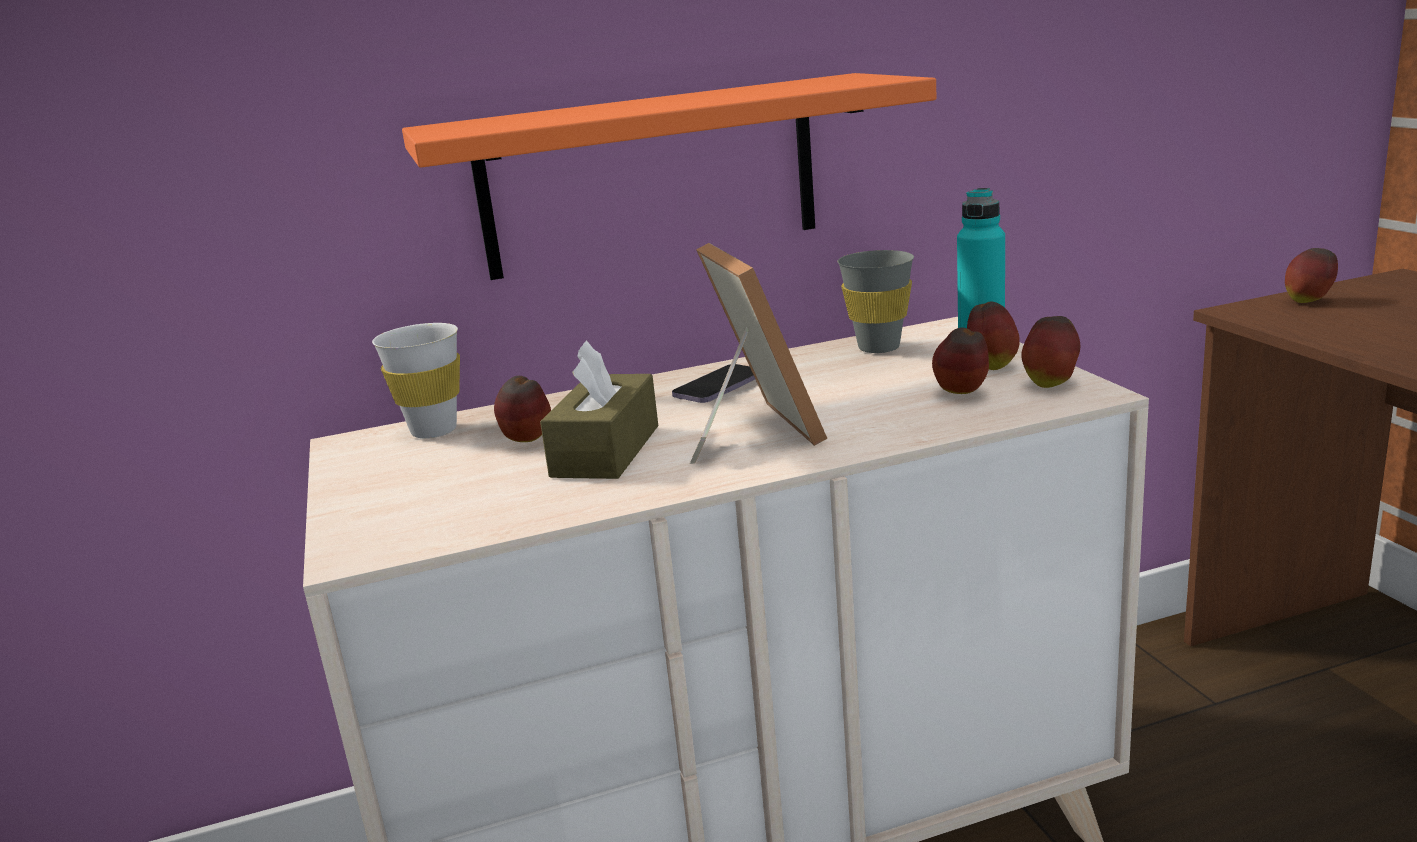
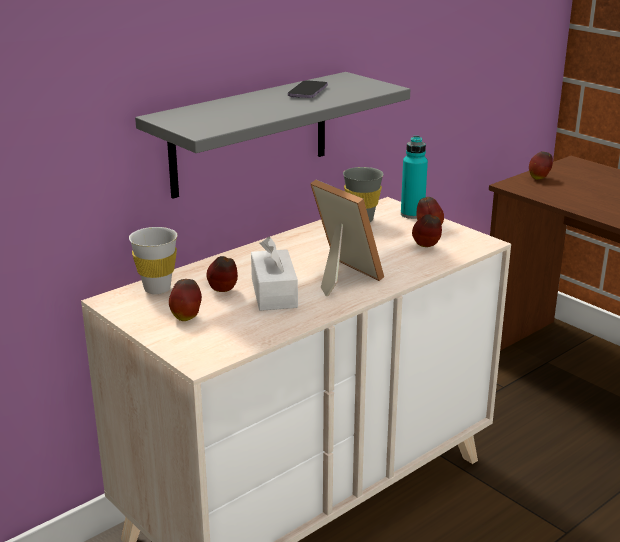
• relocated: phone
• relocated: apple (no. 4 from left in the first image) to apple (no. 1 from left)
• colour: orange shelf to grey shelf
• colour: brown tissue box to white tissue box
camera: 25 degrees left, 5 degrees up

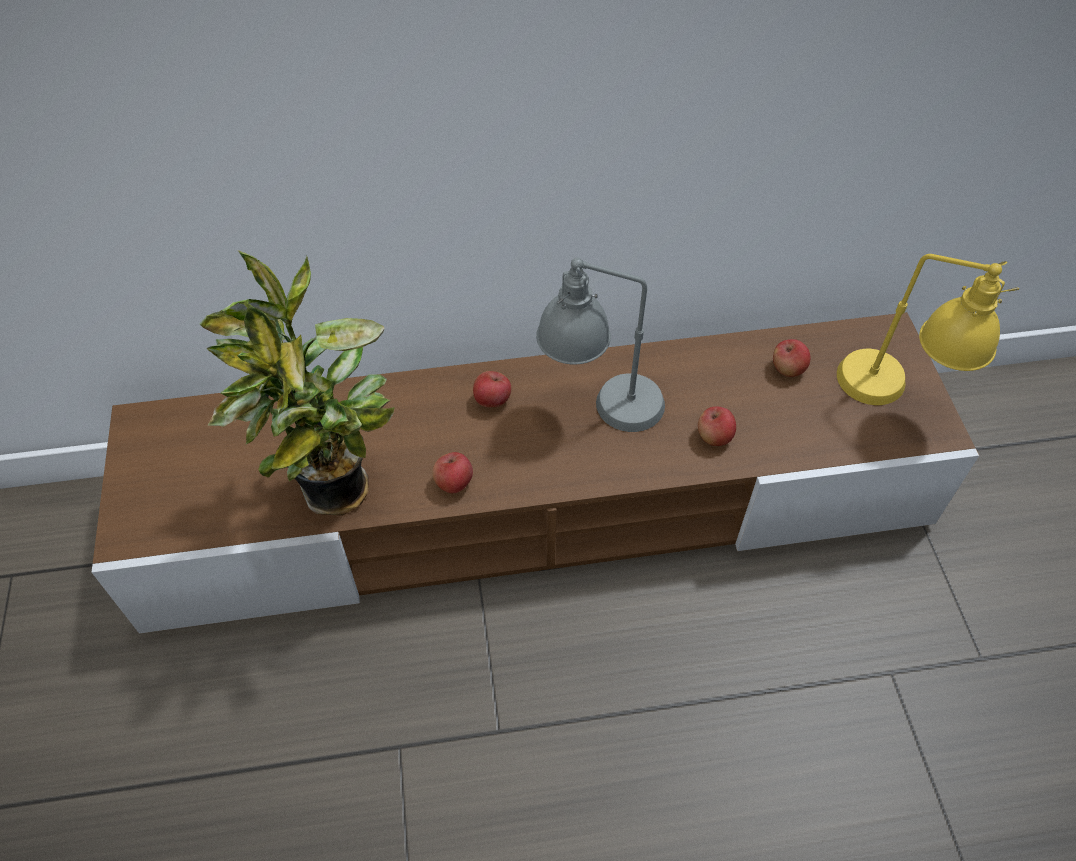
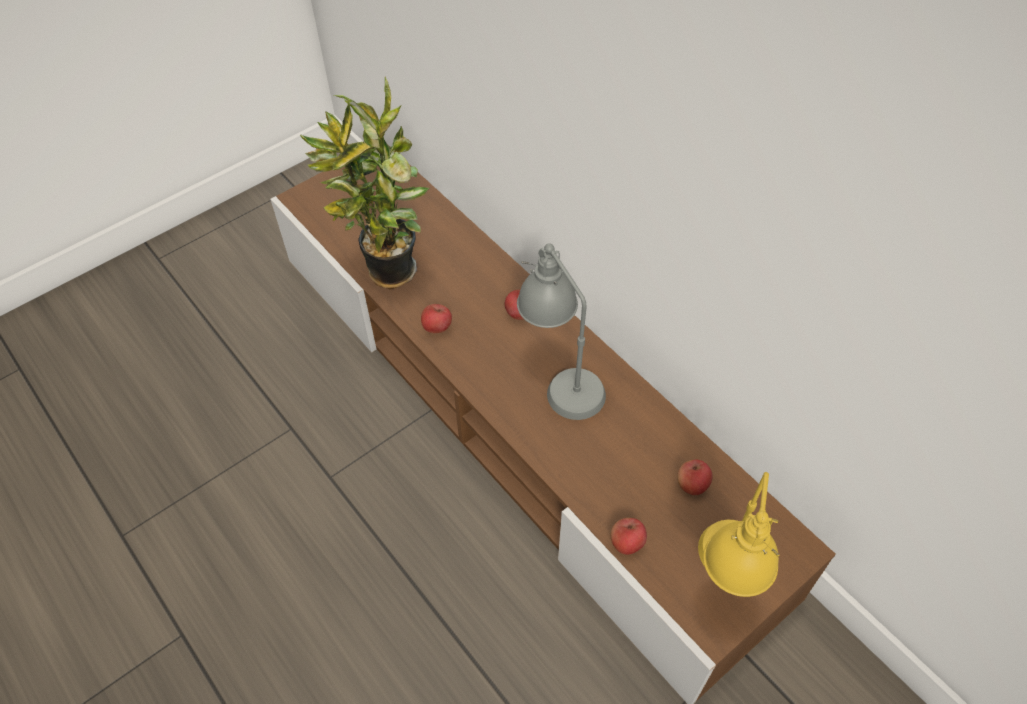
• relocated: apple (no. 3 from left)
camera: 60 degrees right, 0 degrees up

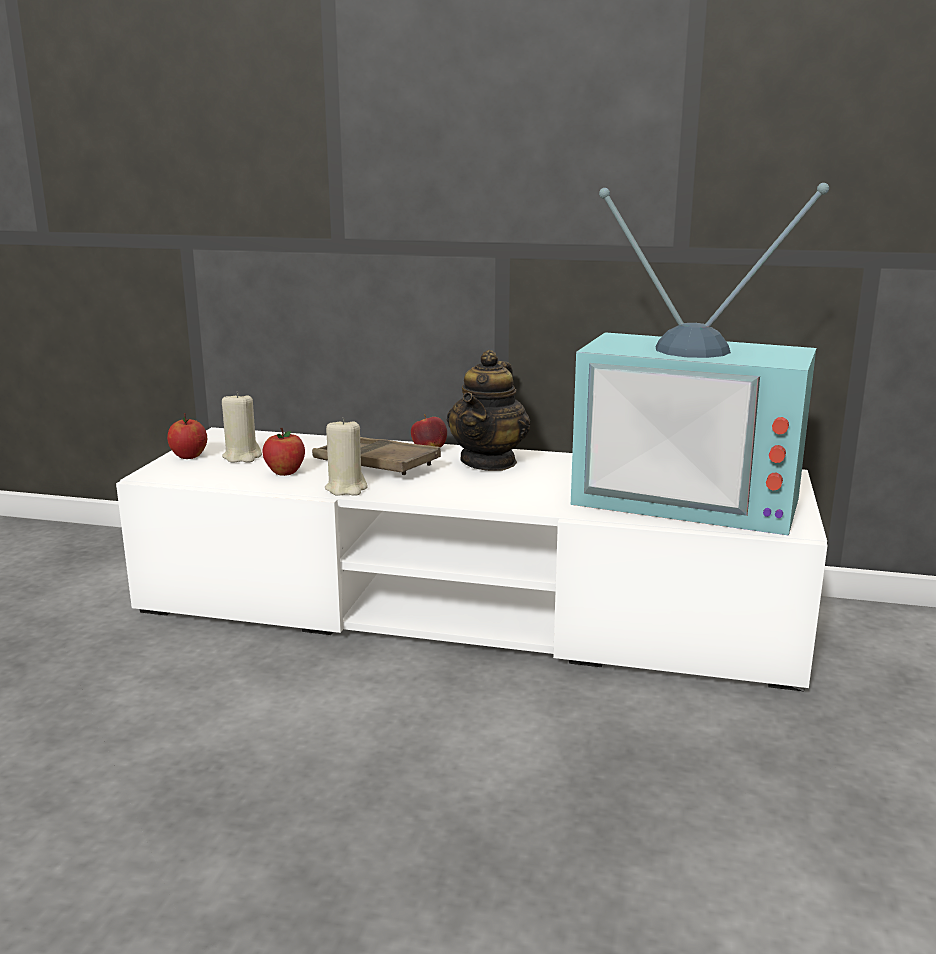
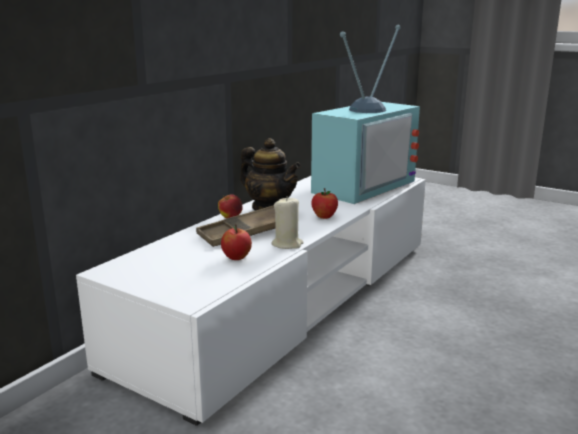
• missing: beige candle (no. 1 from left)
• relocated: apple (no. 1 from left in the first image) to apple (no. 3 from left)
camera: 70 degrees left, 0 degrees up

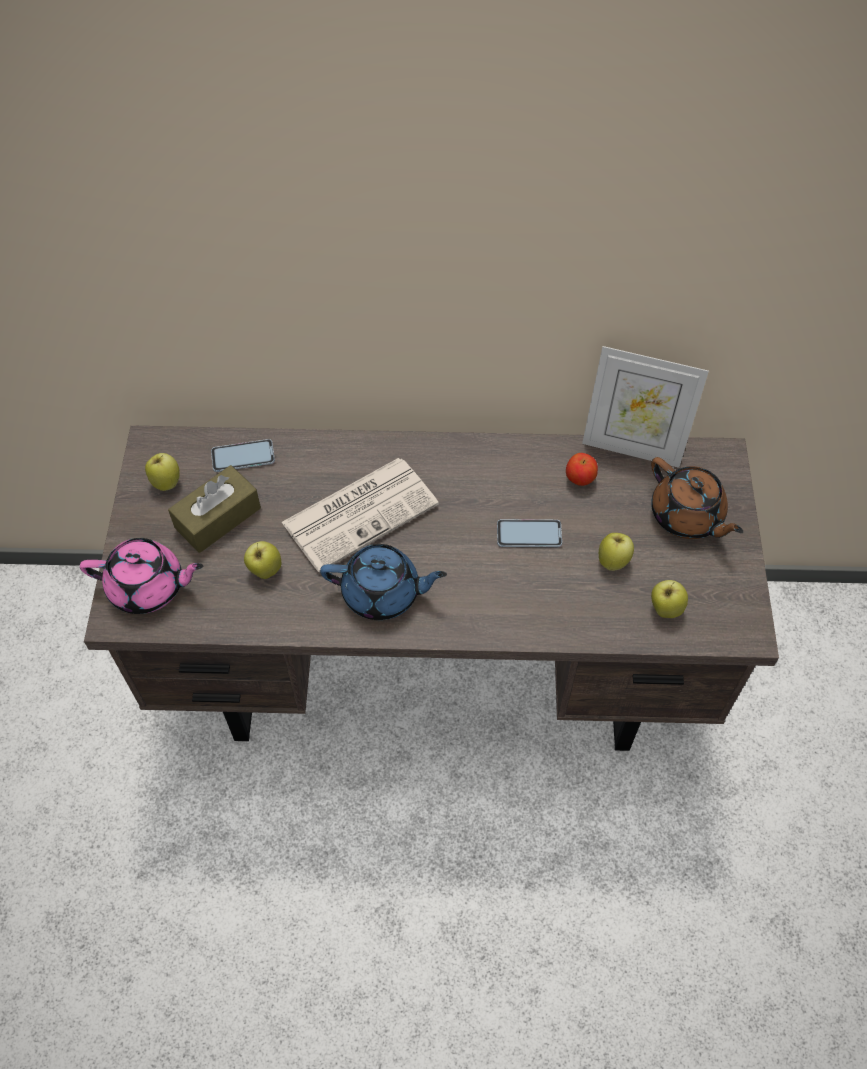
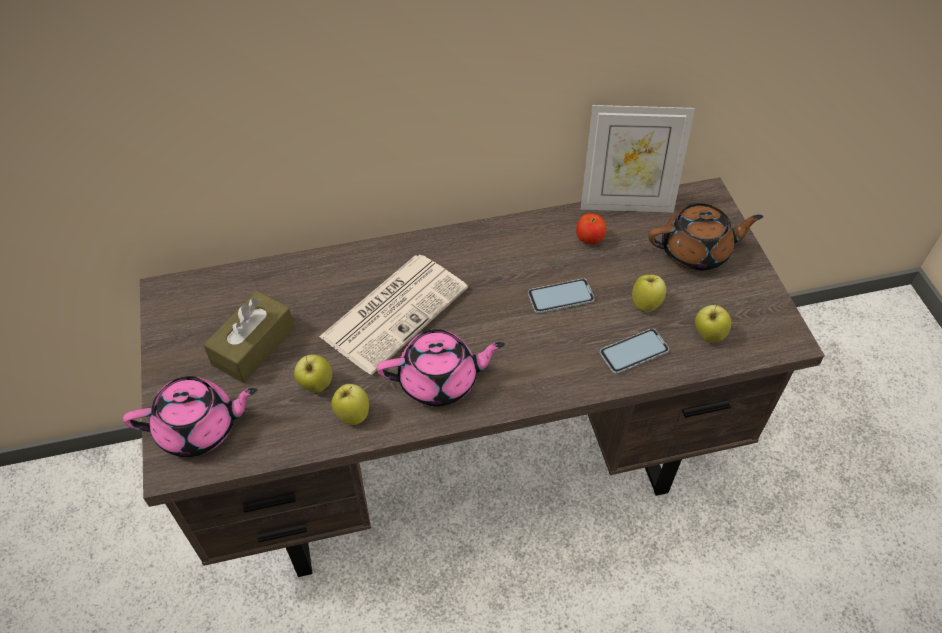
• relocated: apple (no. 1 from left in the first image) to apple (no. 2 from left)
• relocated: phone (no. 1 from left in the first image) to phone (no. 2 from left)
• colour: blue teapot to pink teapot (no. 2 from left)
• spun: brown teapot 45 degrees counterclockwise
camera: 15 degrees left, 5 degrees down

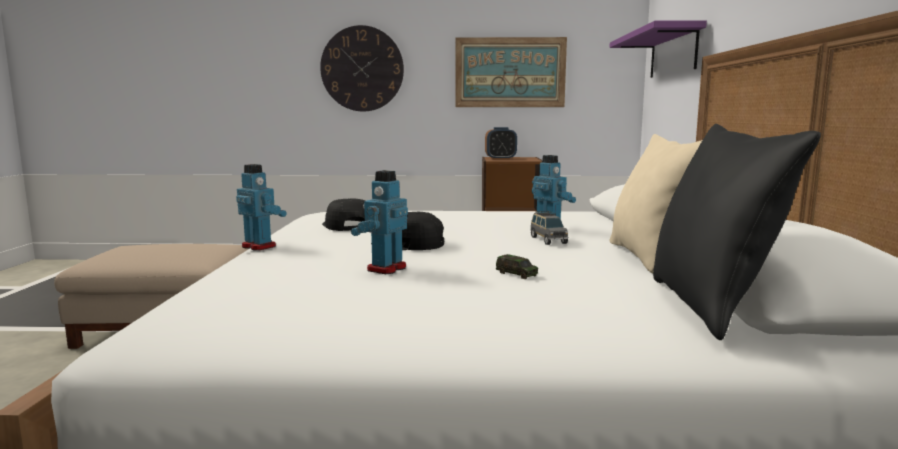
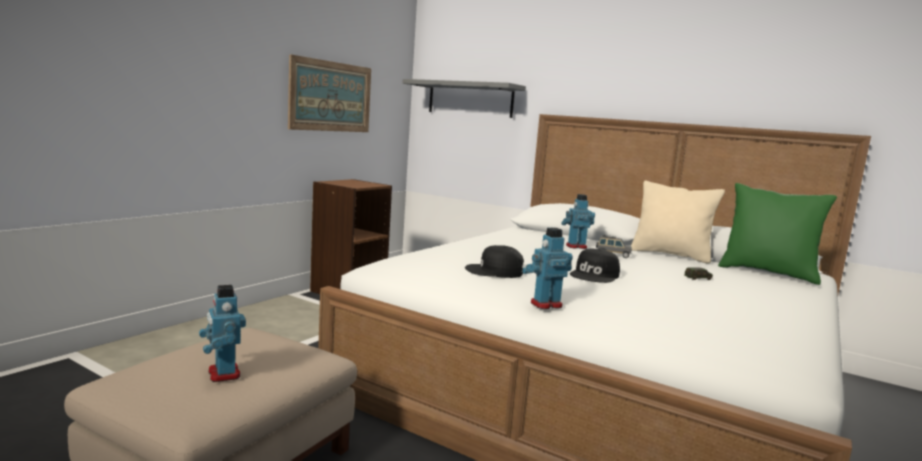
• missing: wall clock
• missing: alarm clock
• relocated: toy robot (no. 2 from left in the first image) to toy robot (no. 1 from left)
• colour: purple shelf to grey shelf
• colour: black pillow to green pillow
camera: 60 degrees left, 0 degrees up

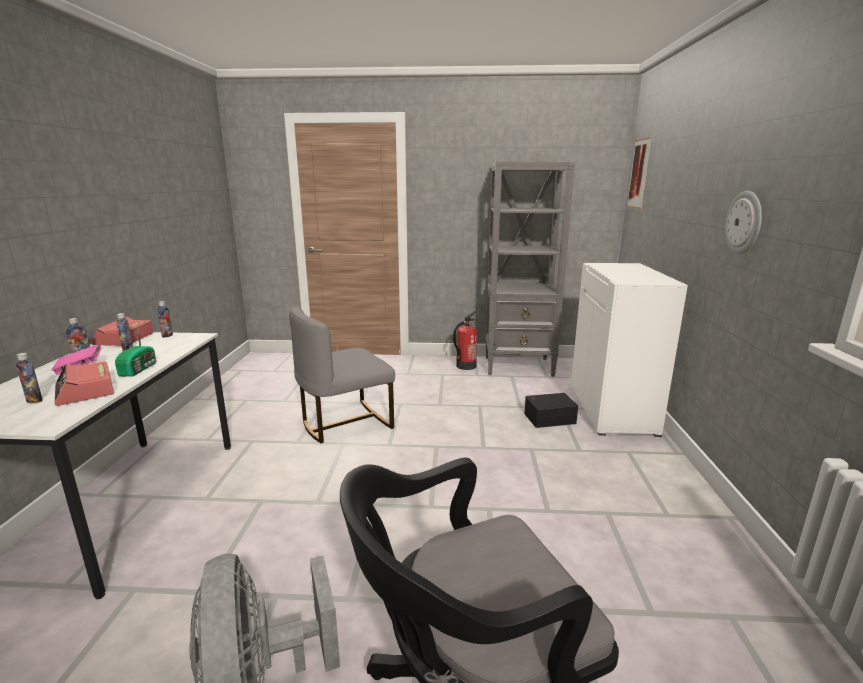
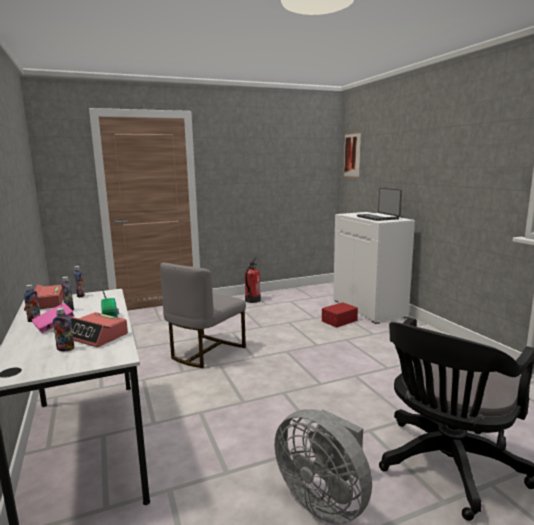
• missing: grey bookcase
• missing: wall clock
• appeared: laptop
• colour: black storage box to red storage box
camera: 25 degrees left, 5 degrees down

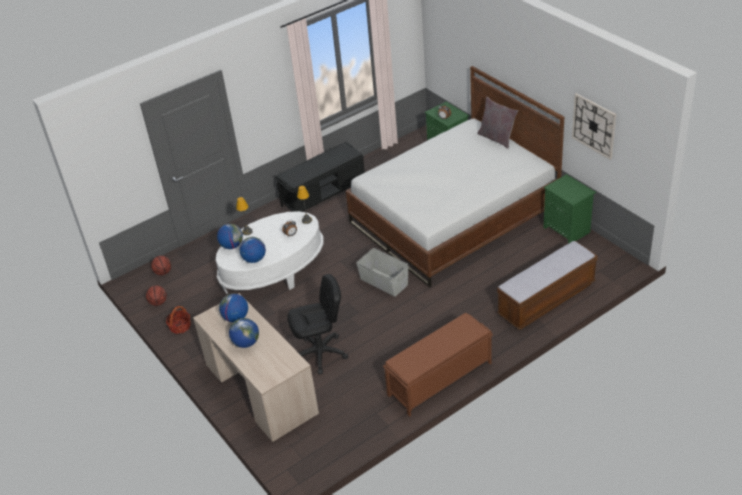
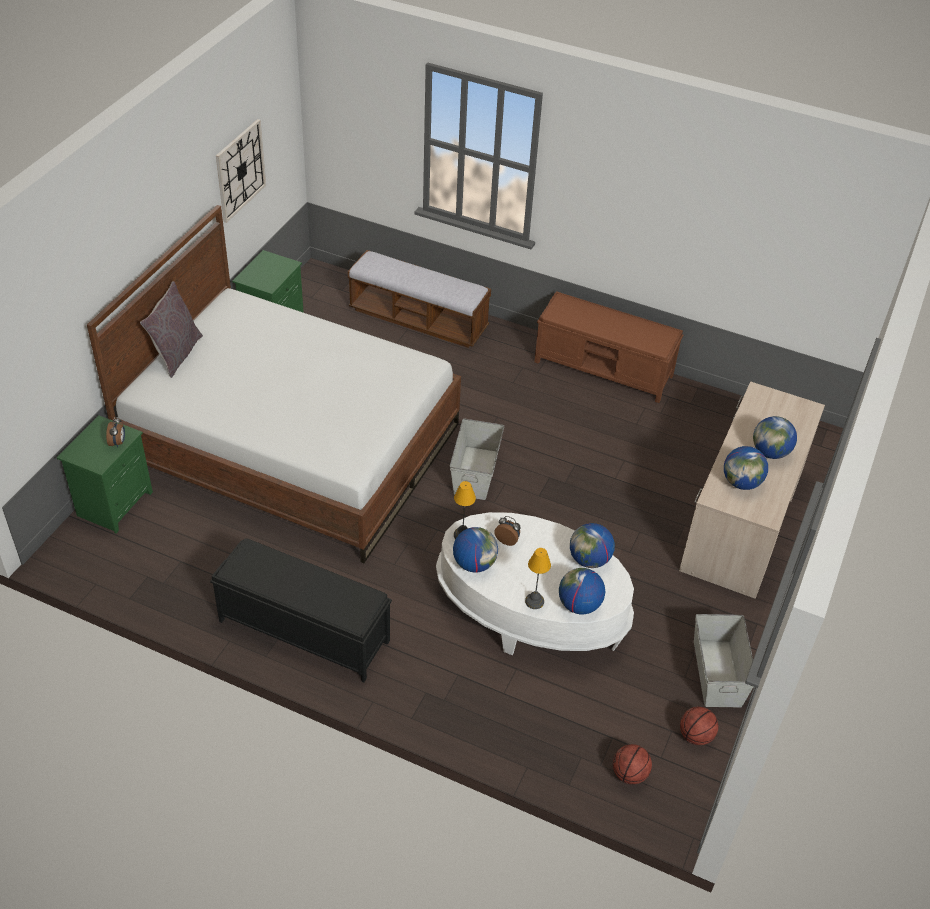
• missing: black office chair
• appeared: globe (no. 1 from left)
• exchanged: basket to grey storage box (no. 2 from left)
camera: 125 degrees left, 5 degrees up

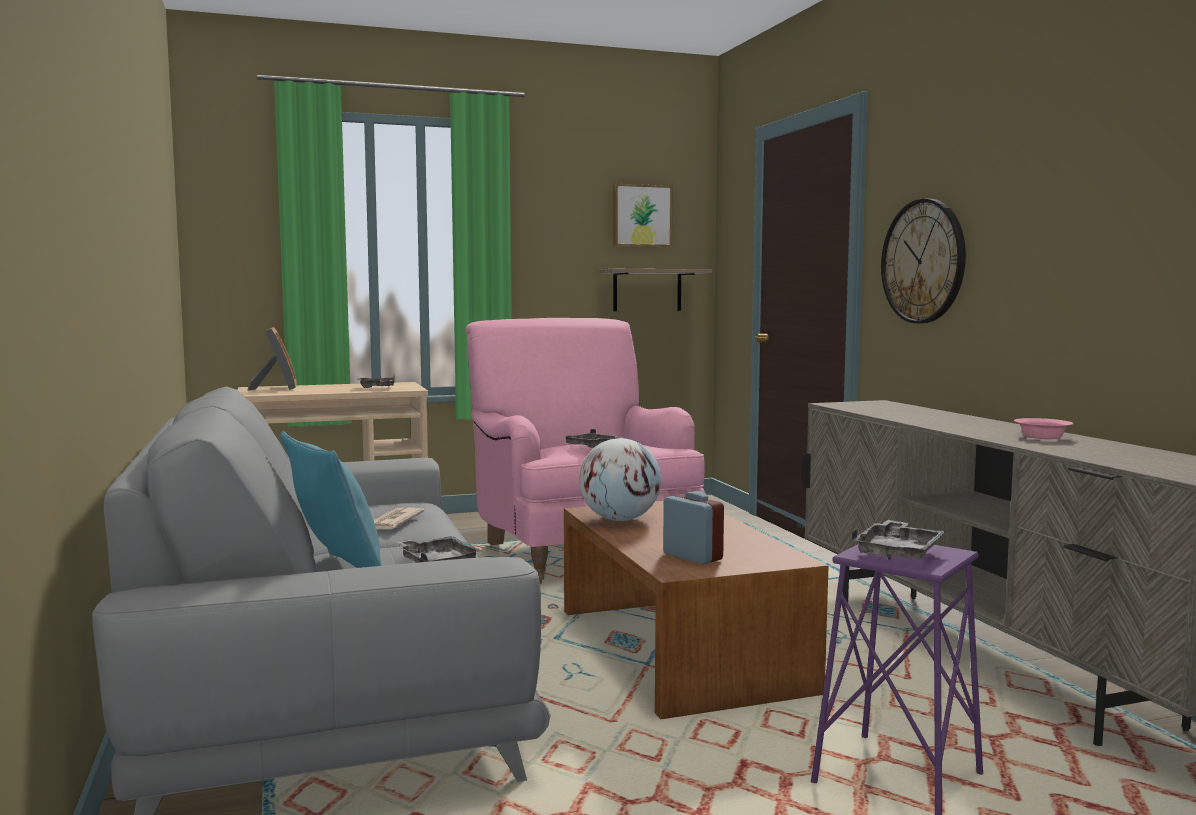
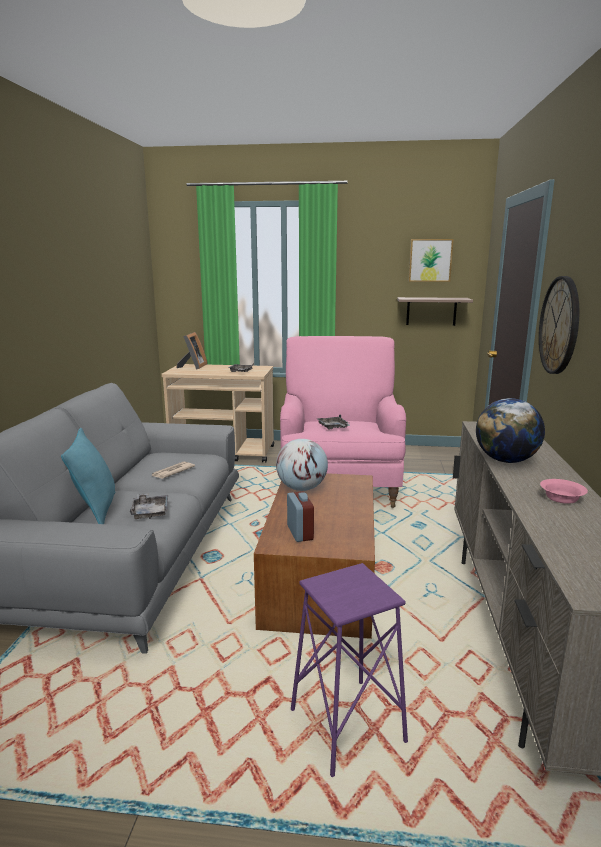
• missing: grey tray (no. 4 from left)
• appeared: globe (no. 2 from left)
camera: 25 degrees right, 10 degrees up

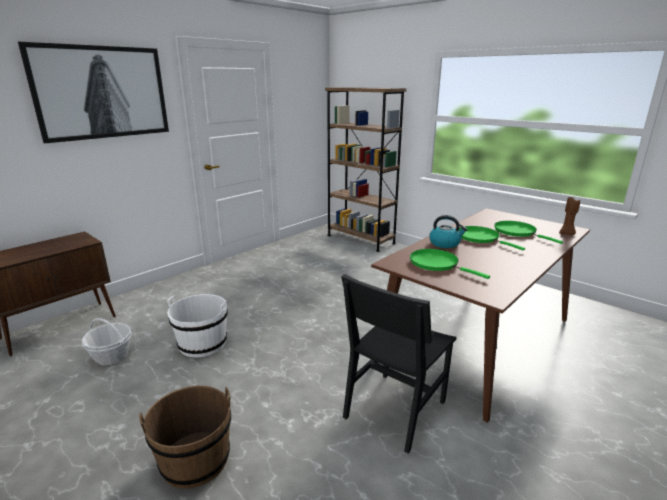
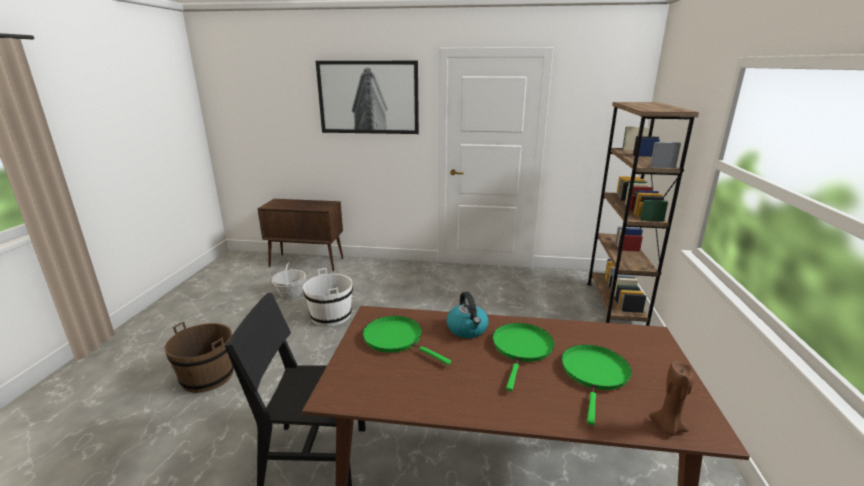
• spun: green frying pan (no. 1 from left) 60 degrees counterclockwise
camera: 55 degrees right, 0 degrees up

